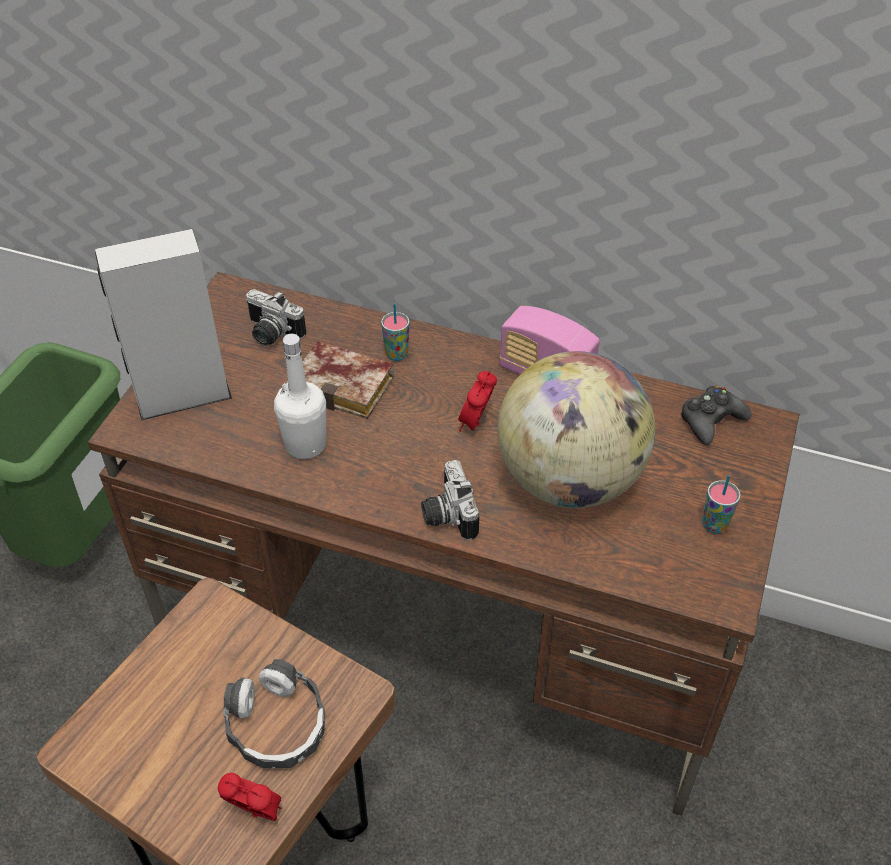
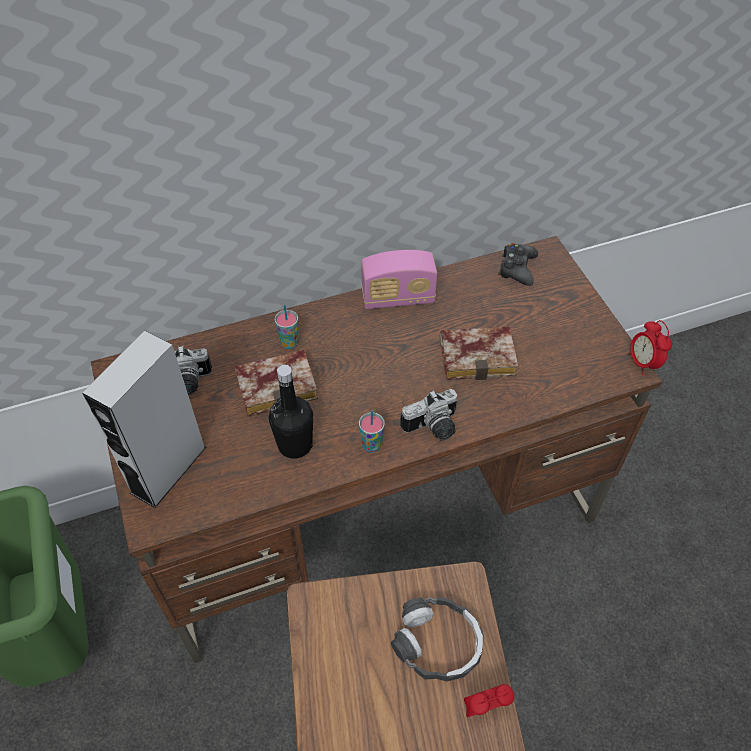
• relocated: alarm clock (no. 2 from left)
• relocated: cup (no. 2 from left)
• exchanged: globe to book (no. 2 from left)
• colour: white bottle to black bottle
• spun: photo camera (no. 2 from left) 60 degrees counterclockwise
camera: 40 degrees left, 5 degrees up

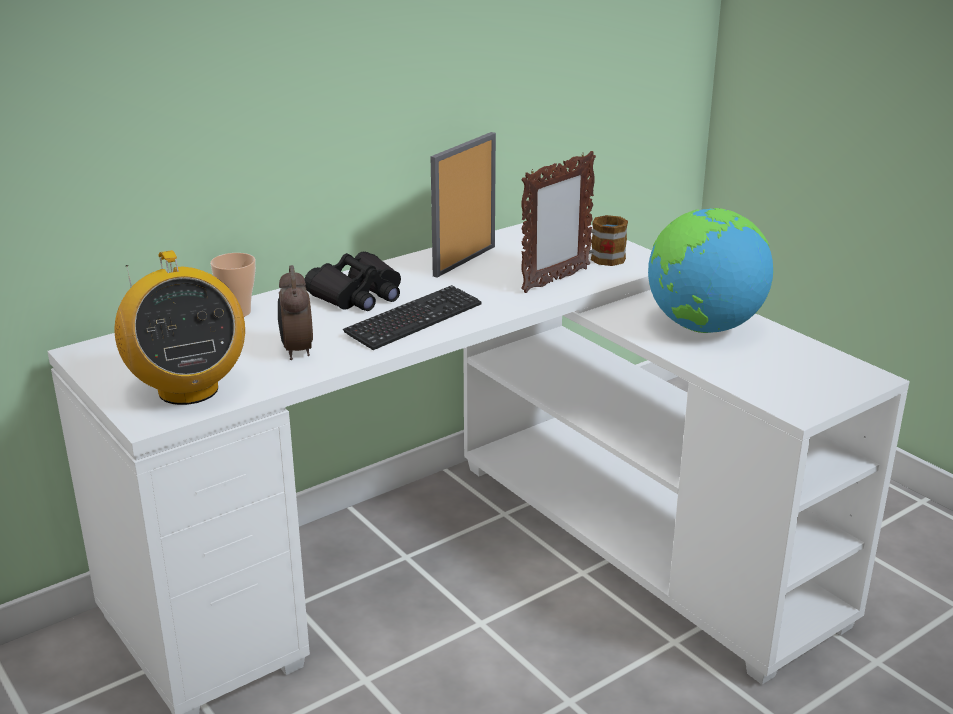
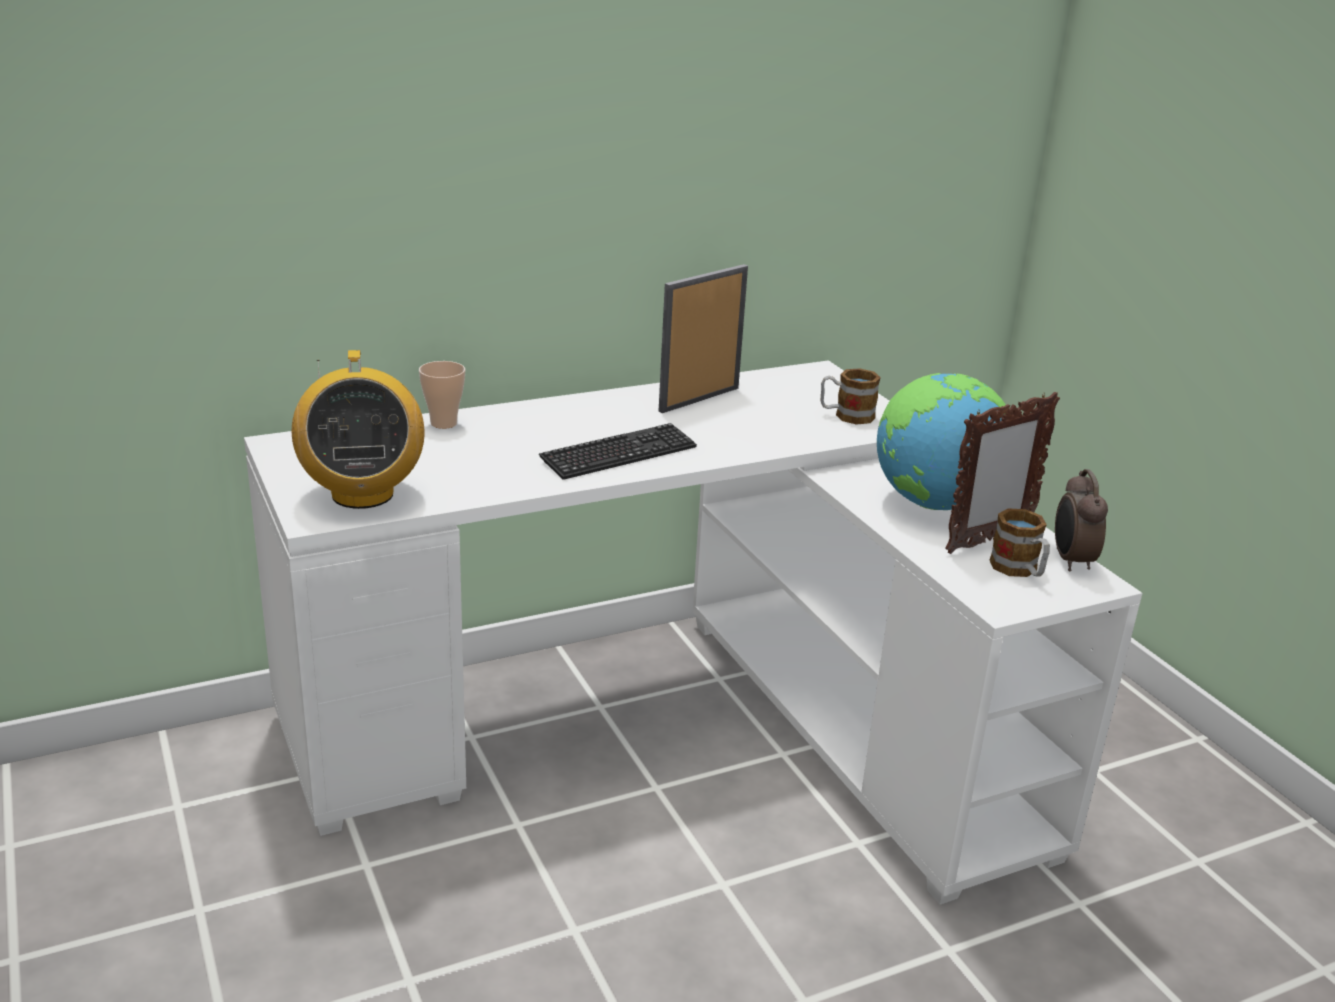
• missing: black binoculars
• appeared: mug (no. 2 from left)
• relocated: alarm clock
• relocated: picture frame (no. 2 from left)
camera: 10 degrees right, 0 degrees up

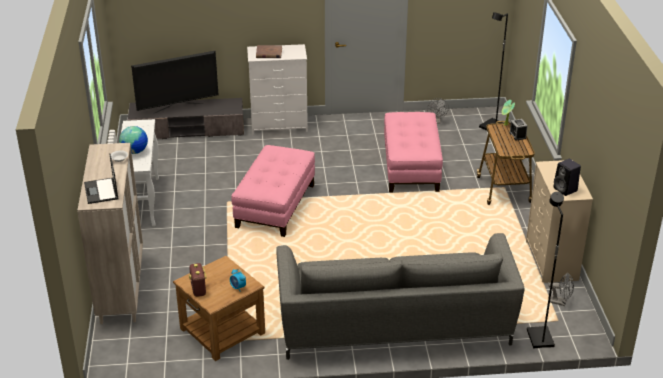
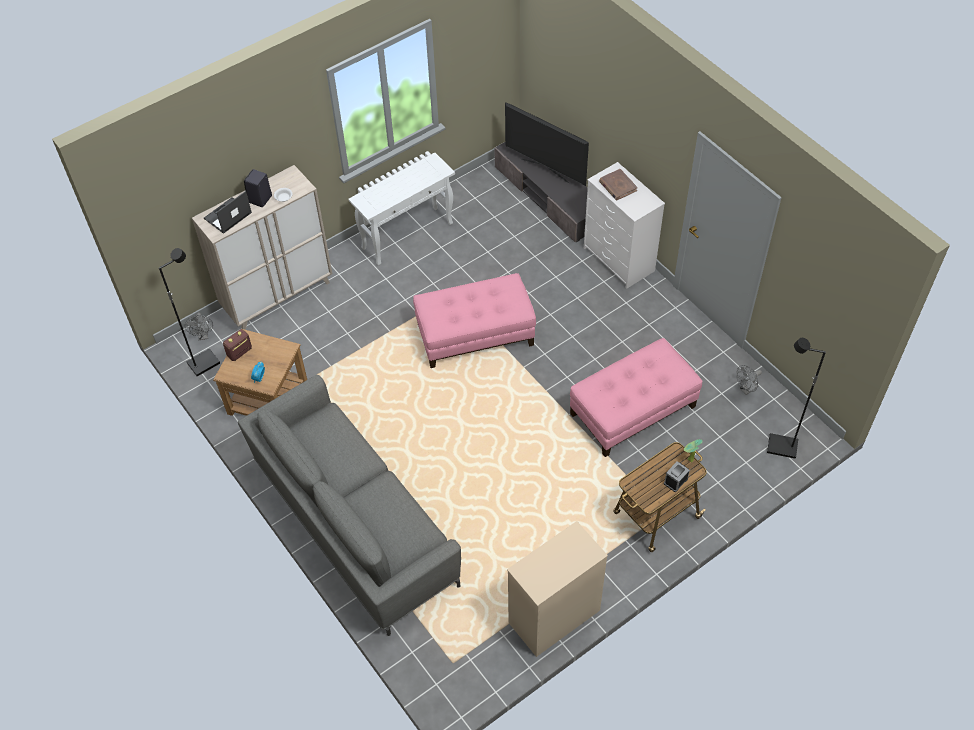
• missing: globe
• relocated: black floor lamp (no. 2 from left in the first image) to black floor lamp (no. 1 from left)
• relocated: grey fan (no. 2 from left in the first image) to grey fan (no. 1 from left)
• relocated: black speaker
camera: 60 degrees right, 20 degrees up

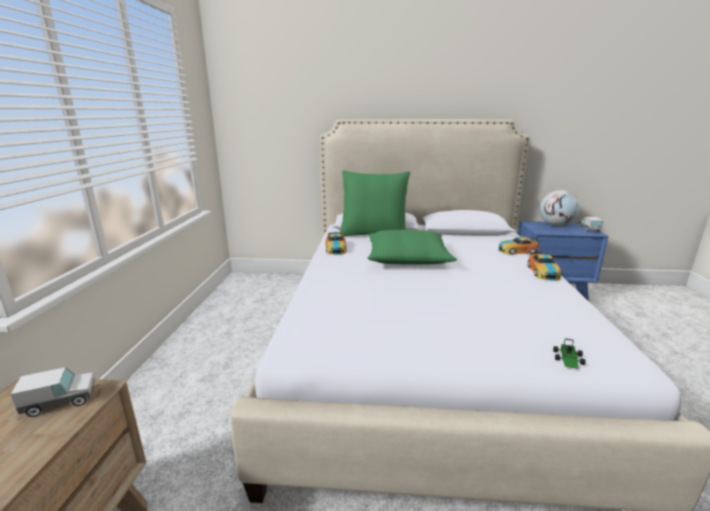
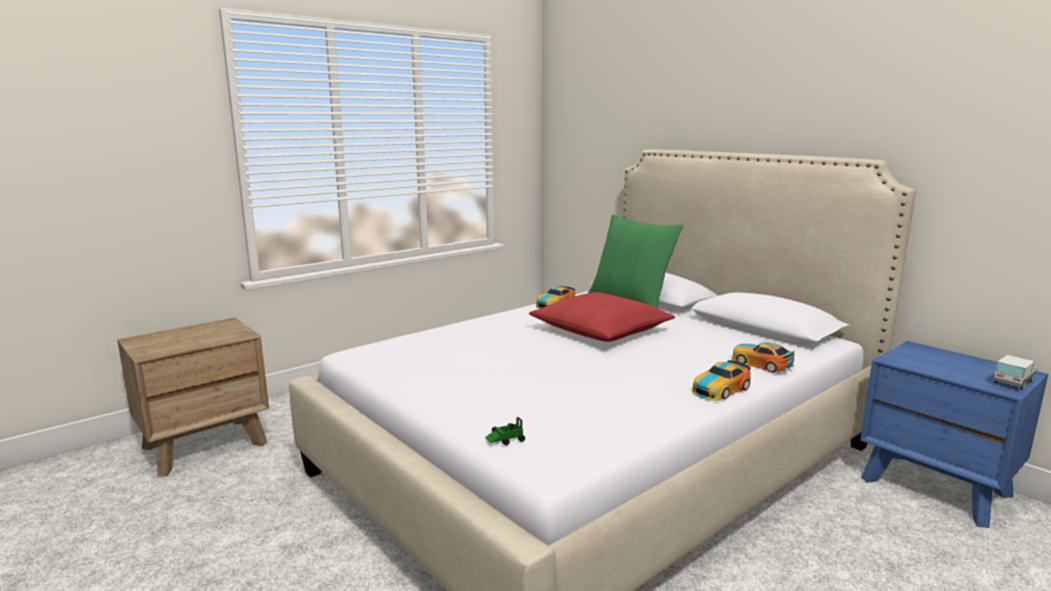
• missing: toy truck (no. 1 from left)
• missing: globe
• colour: green pillow (no. 2 from left) to red pillow
camera: 45 degrees right, 5 degrees down

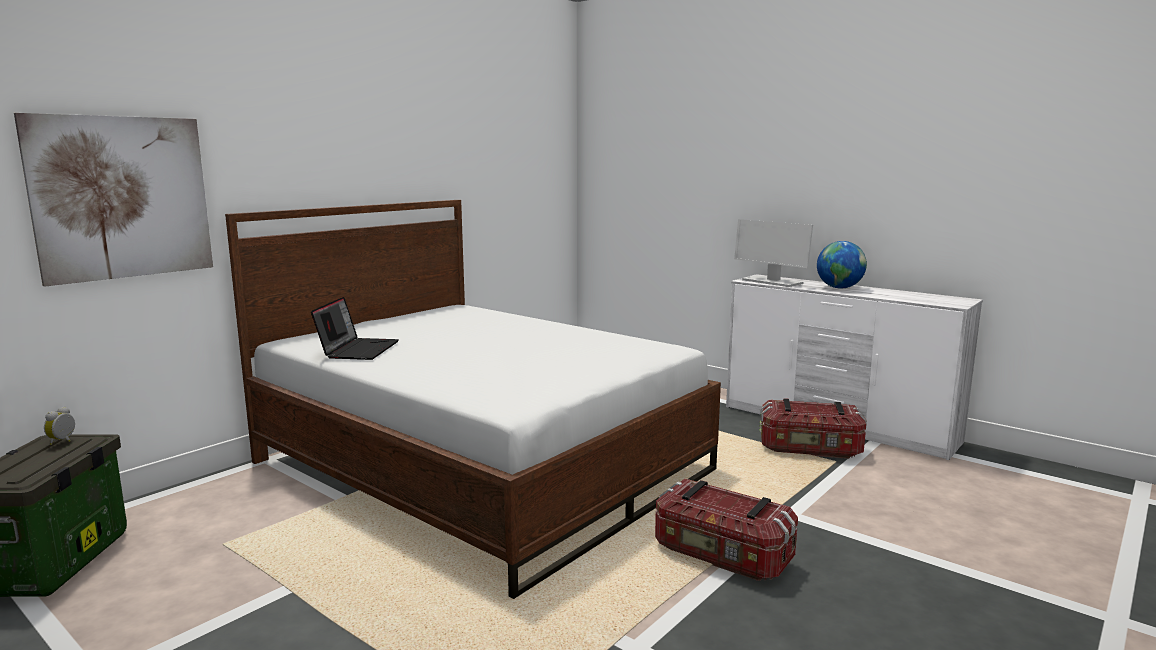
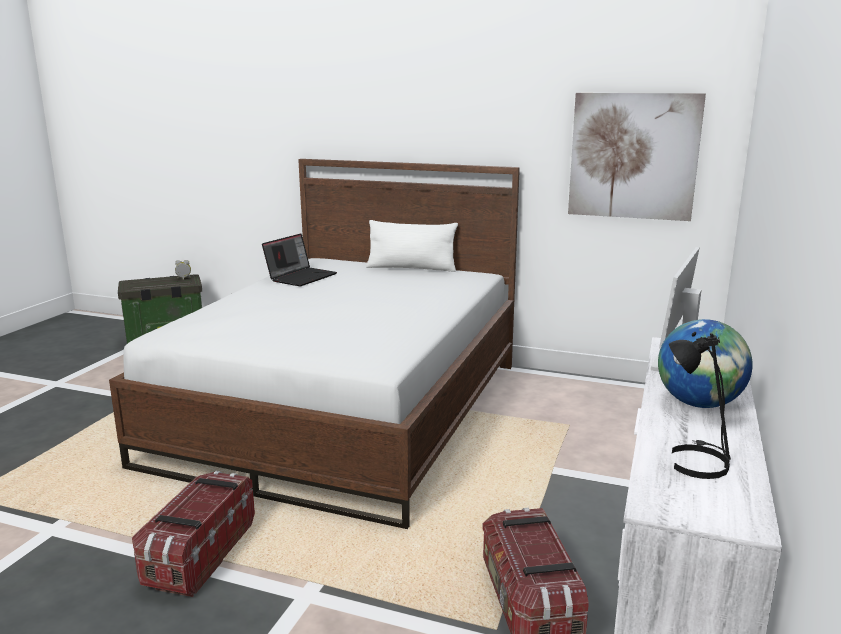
• appeared: white pillow
• appeared: black table lamp
• relocated: picture
• spun: laptop 45 degrees counterclockwise
camera: 70 degrees right, 5 degrees up

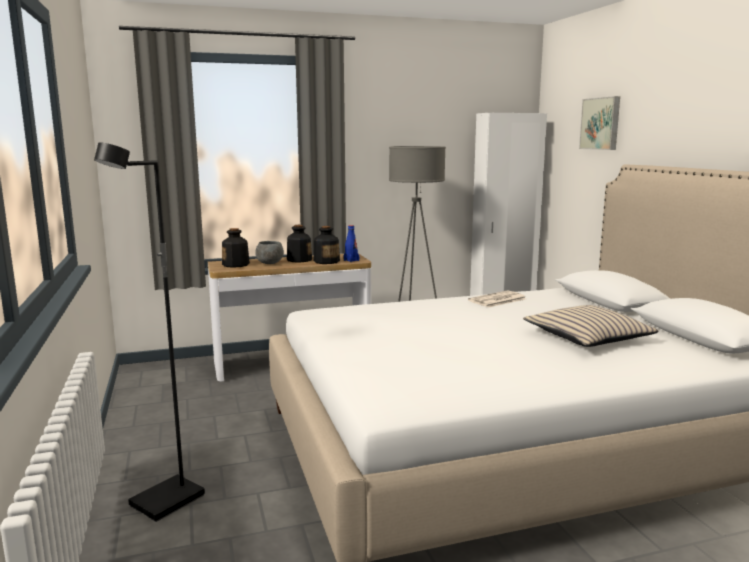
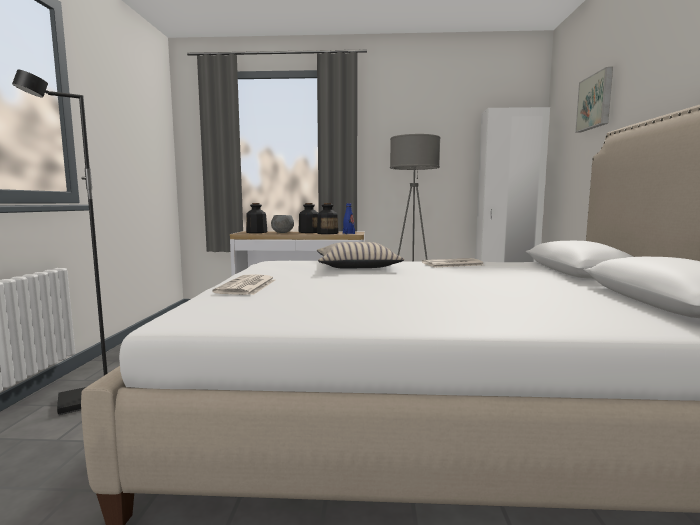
• appeared: newspaper (no. 1 from left)
• relocated: beige pillow
camera: 20 degrees right, 5 degrees down

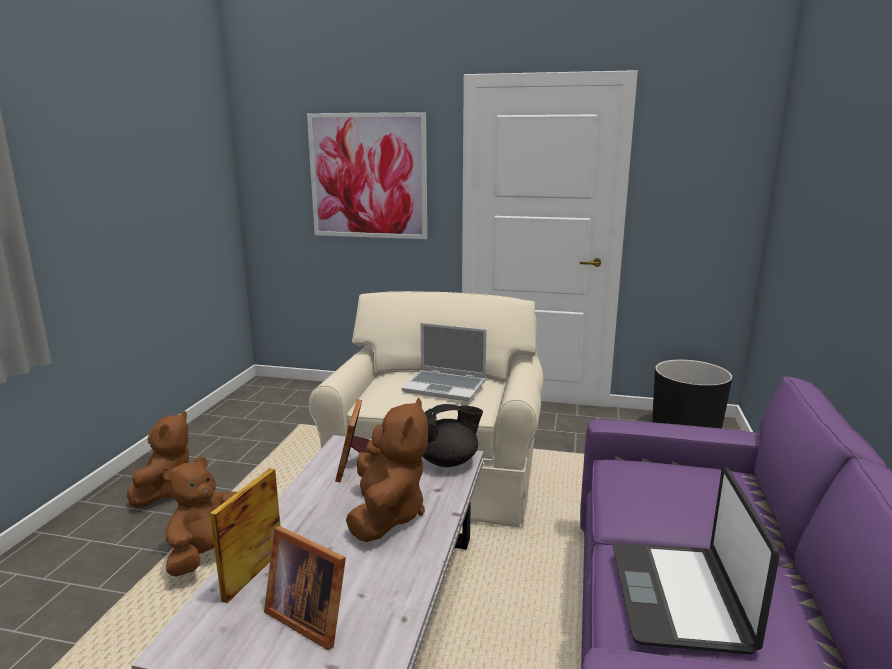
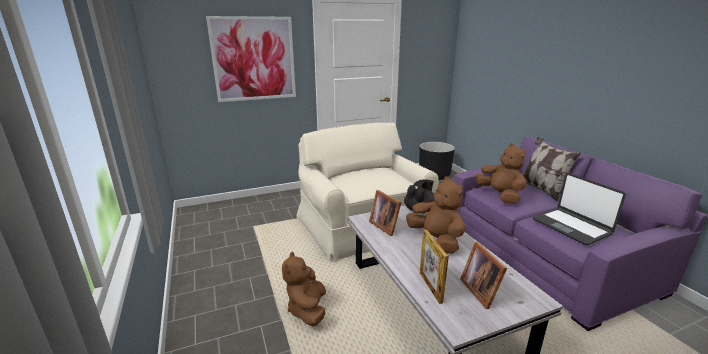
• missing: laptop (no. 1 from left)
• appeared: pillow
• relocated: brown plush toy (no. 1 from left in the first image) to brown plush toy (no. 3 from left)
• spun: picture frame (no. 2 from left in the first image) 75 degrees clockwise
camera: 35 degrees left, 5 degrees up

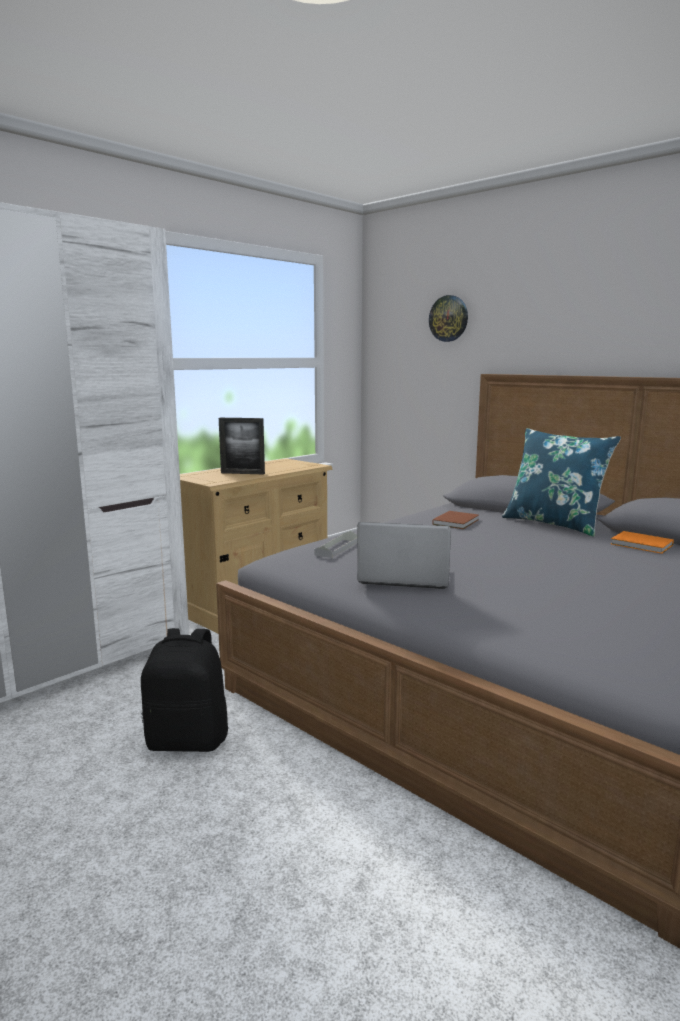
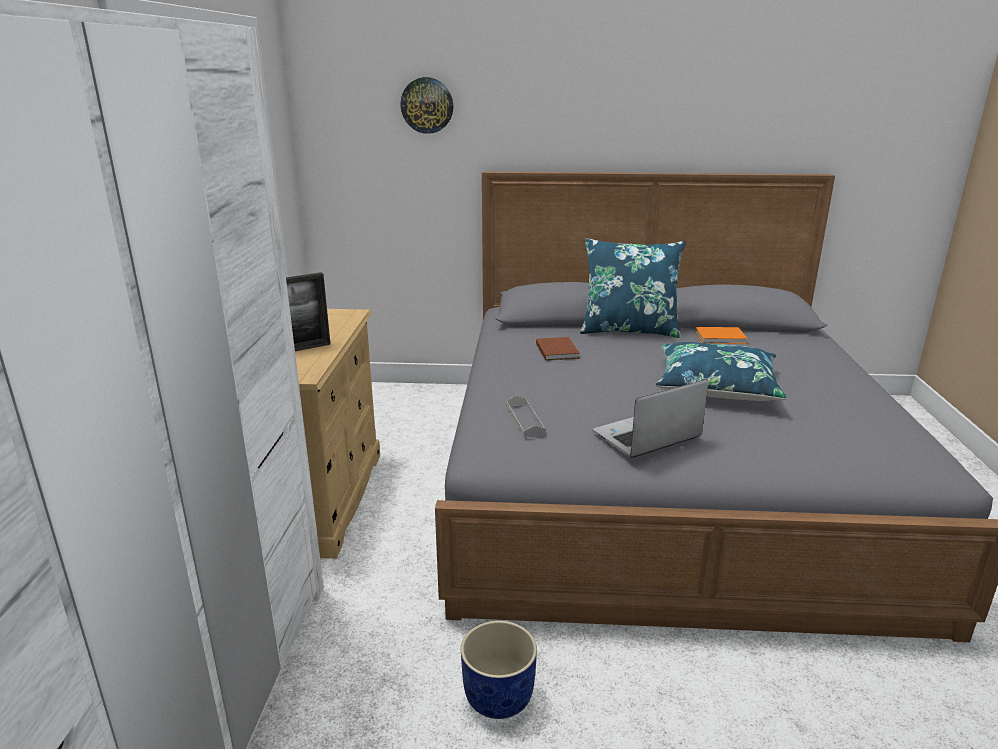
• appeared: blue pillow (no. 2 from left)
• exchanged: black backpack to blue planter
camera: 40 degrees left, 10 degrees up

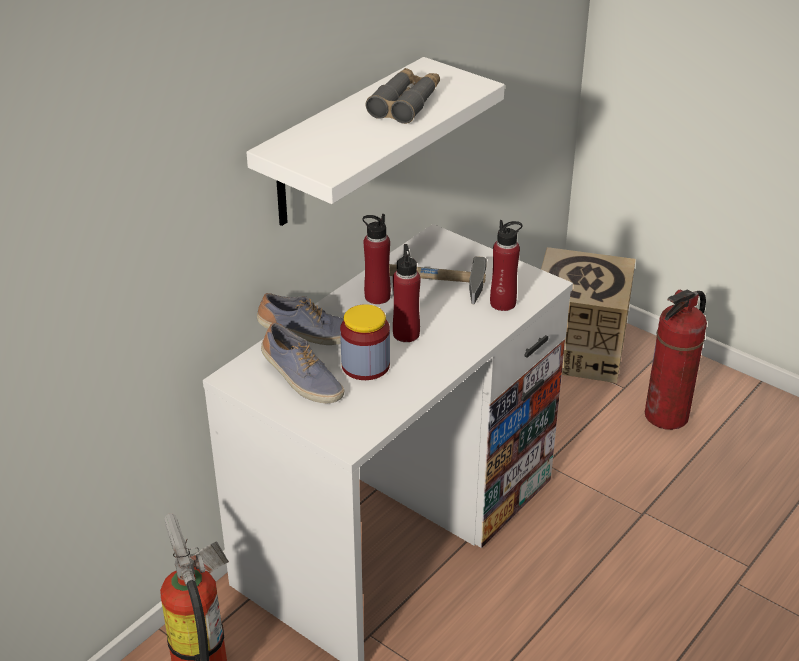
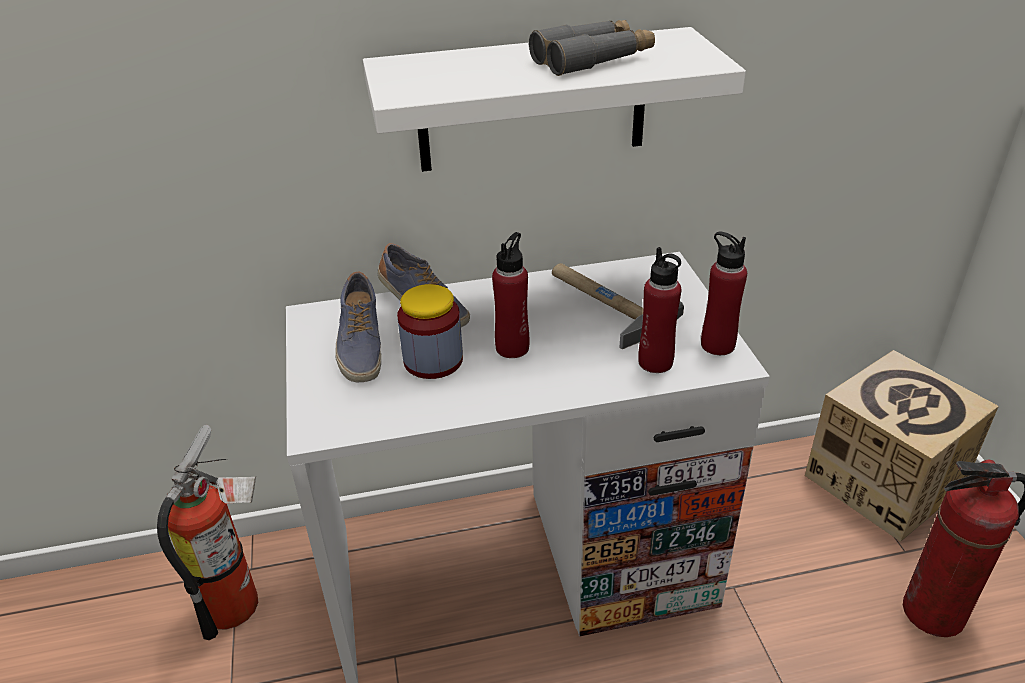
• relocated: red bottle (no. 1 from left in the first image) to red bottle (no. 3 from left)
camera: 40 degrees right, 0 degrees up

